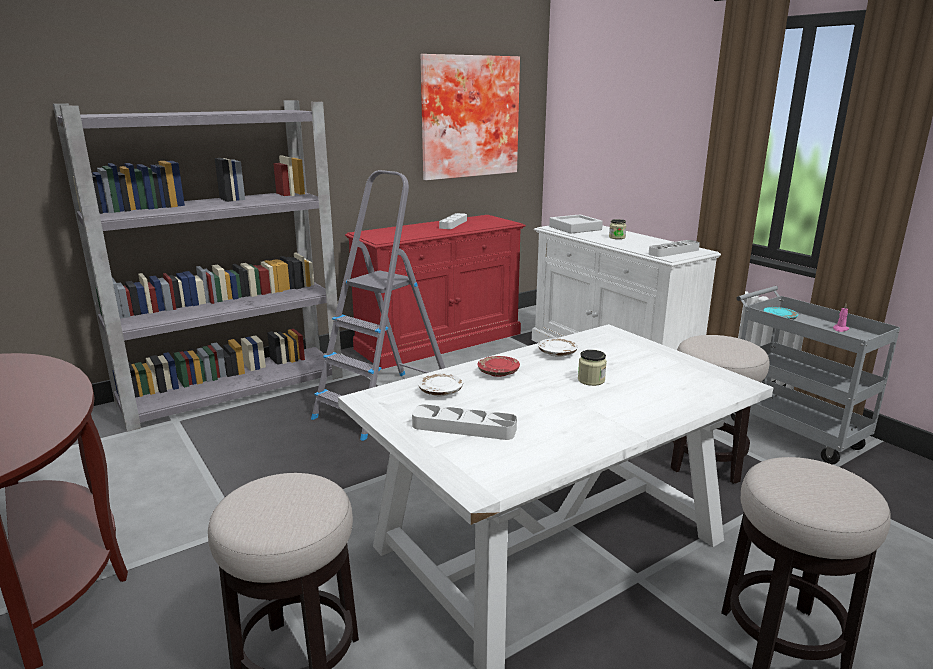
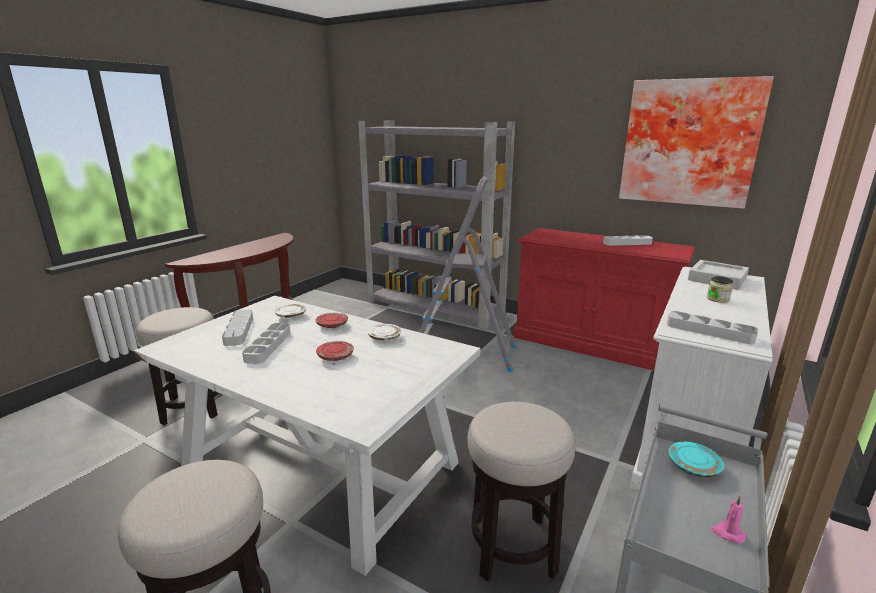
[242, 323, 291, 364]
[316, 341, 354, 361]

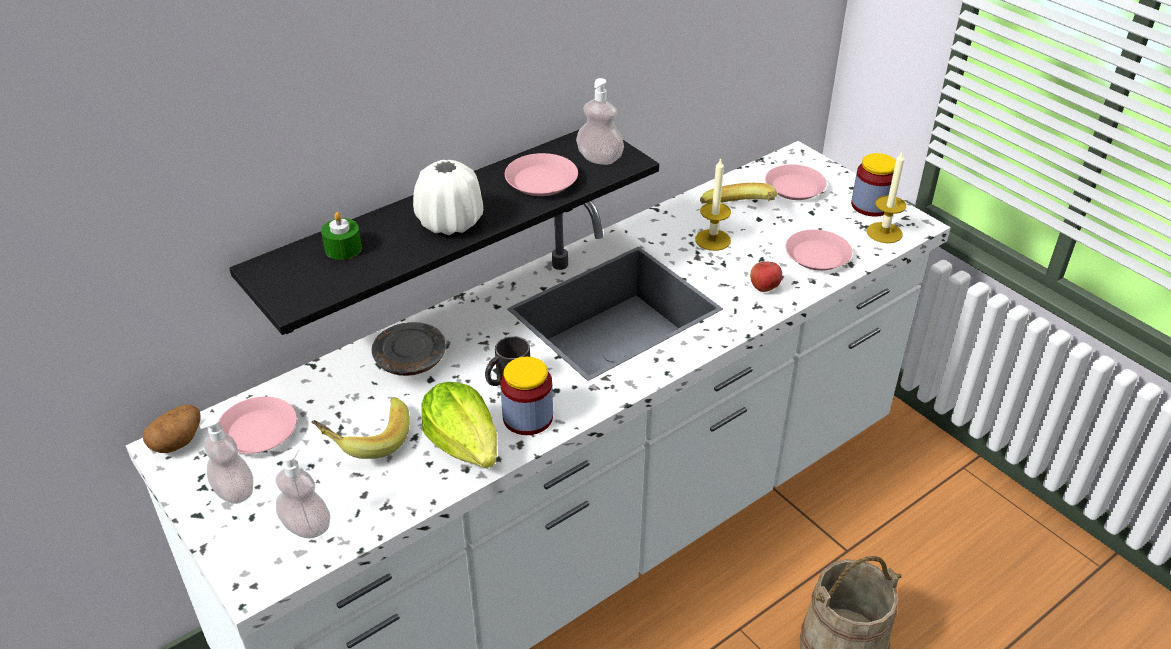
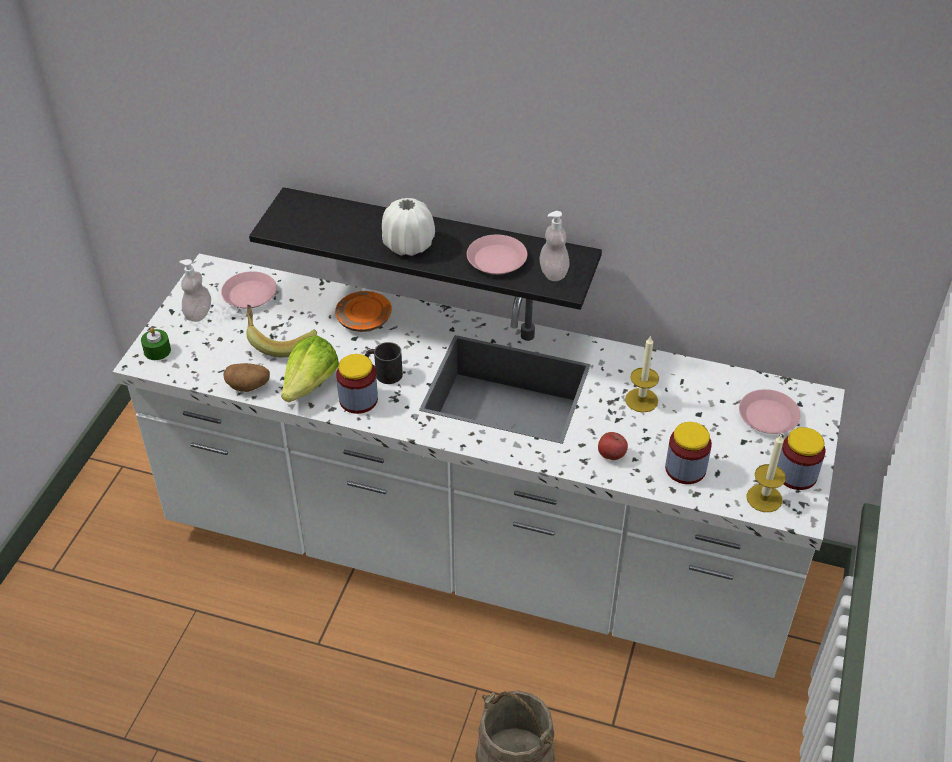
[141, 328, 171, 360]
[223, 363, 270, 392]
[335, 291, 392, 332]
[665, 422, 712, 484]
[276, 448, 330, 539] (first image)
[700, 183, 777, 204] (first image)

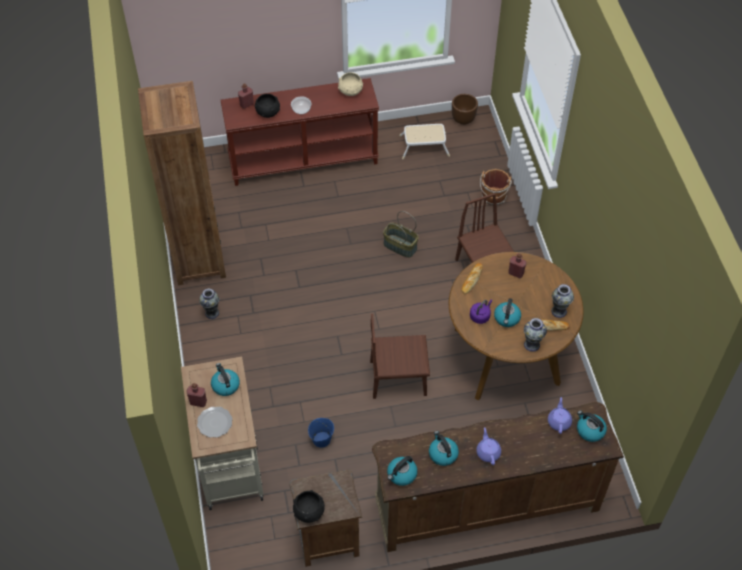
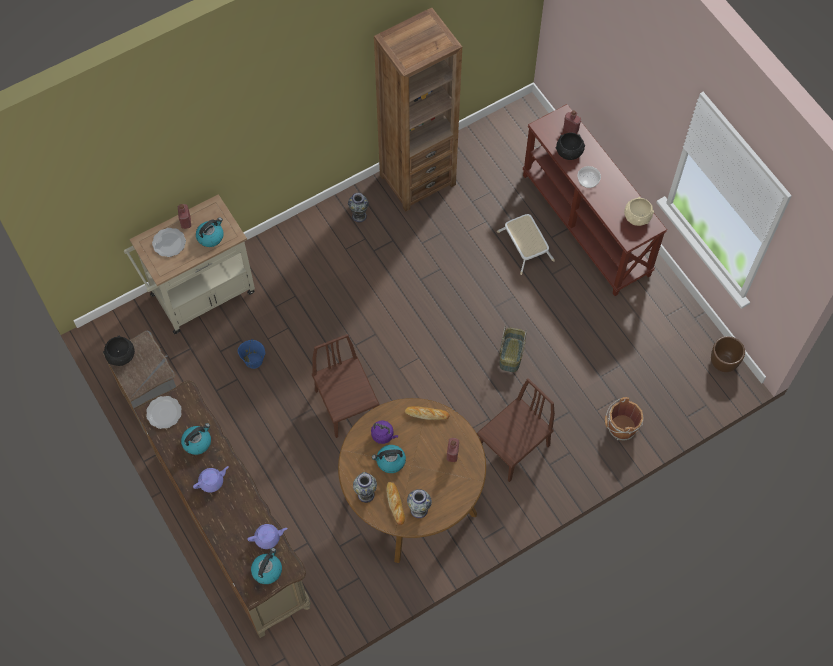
[146, 396, 182, 429]
[497, 214, 555, 275]

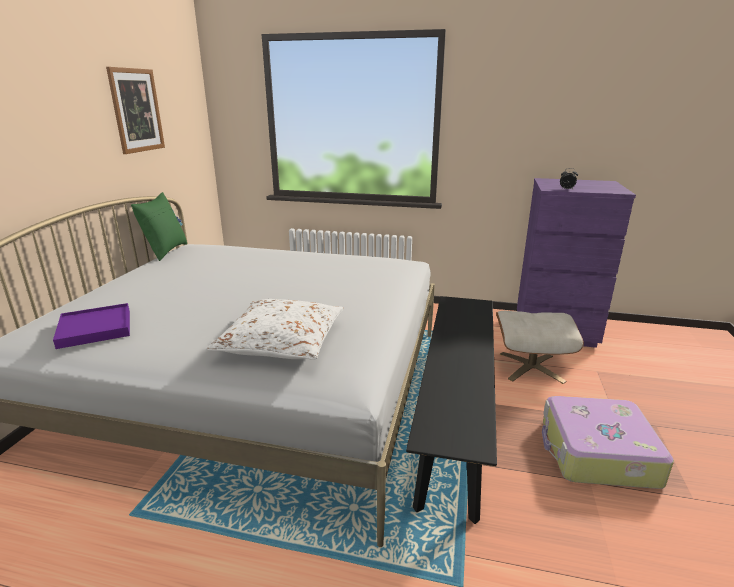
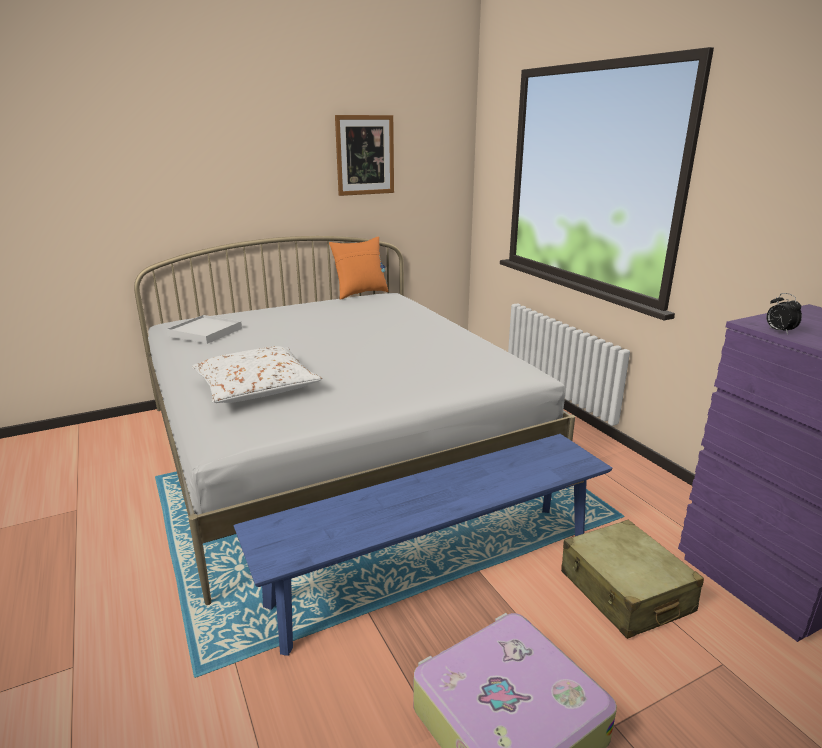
[166, 315, 242, 344]
[234, 434, 612, 656]
[329, 236, 389, 300]
[561, 520, 704, 639]

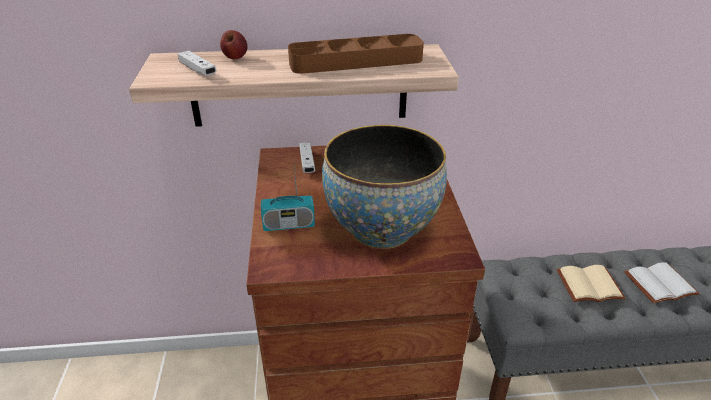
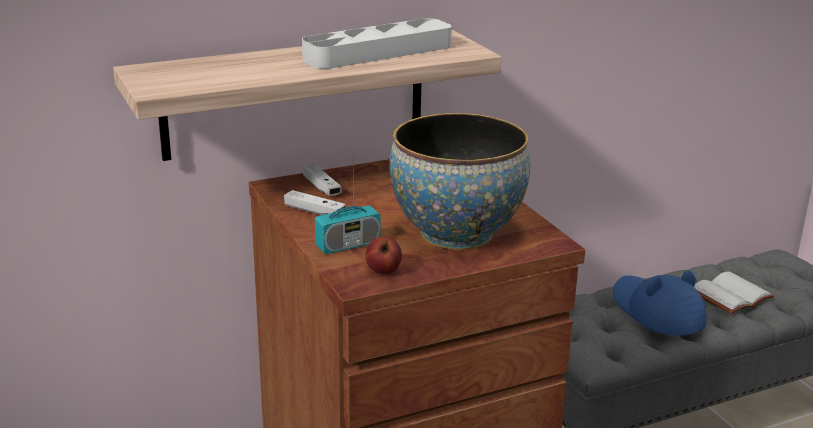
[284, 190, 346, 215]
[302, 18, 452, 69]
[365, 236, 402, 274]
[613, 270, 707, 336]

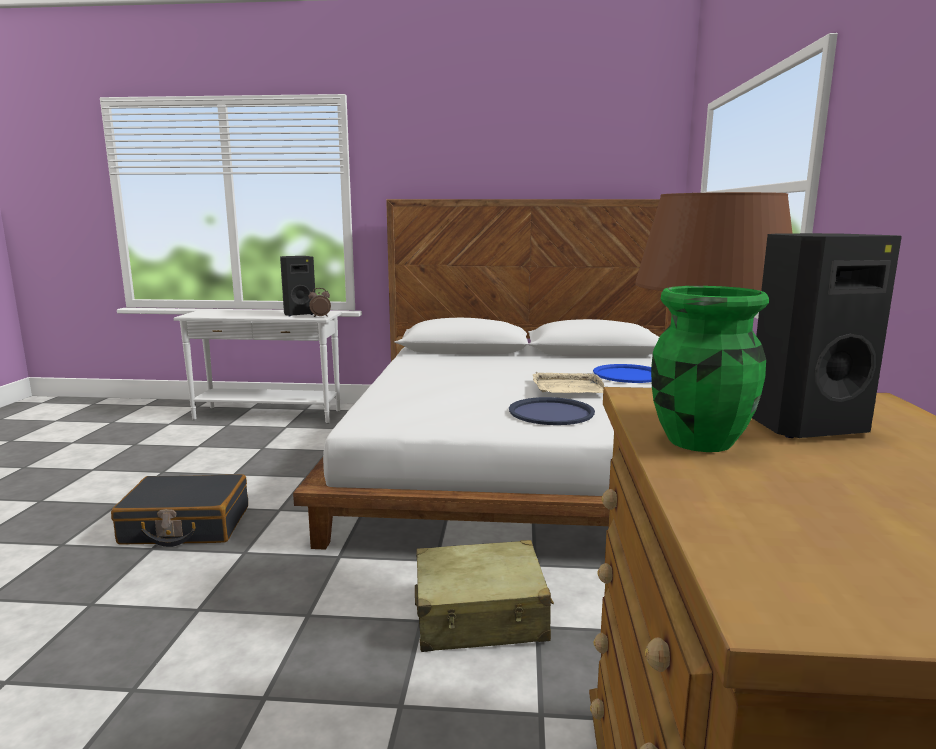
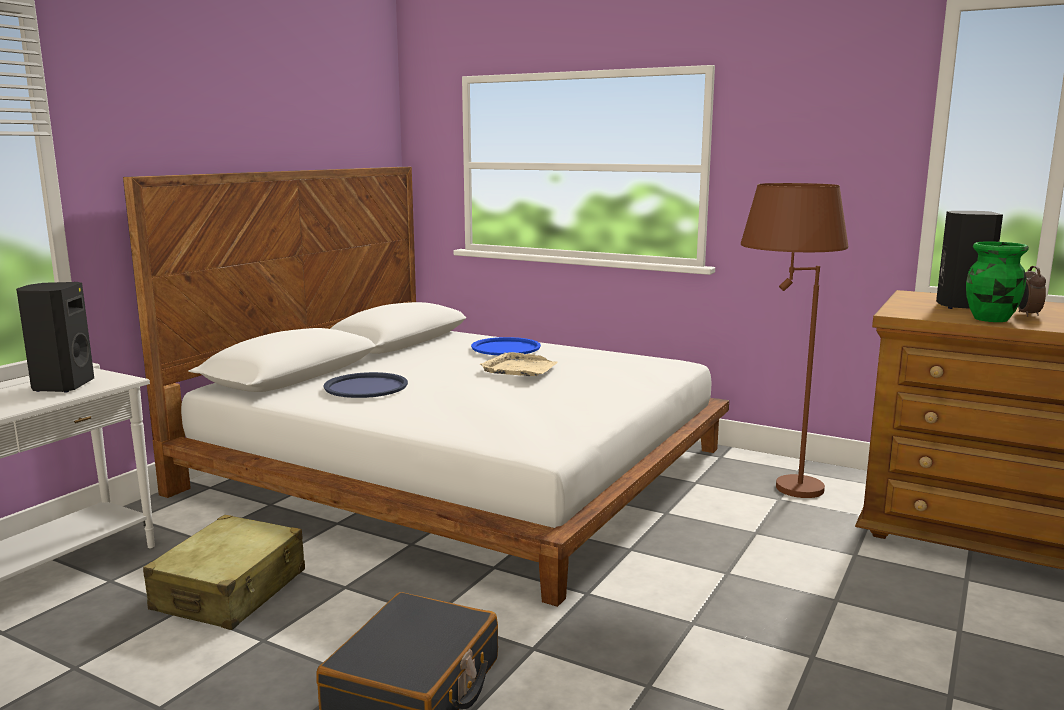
[143, 515, 305, 630]
[324, 372, 408, 398]
[1018, 266, 1046, 317]

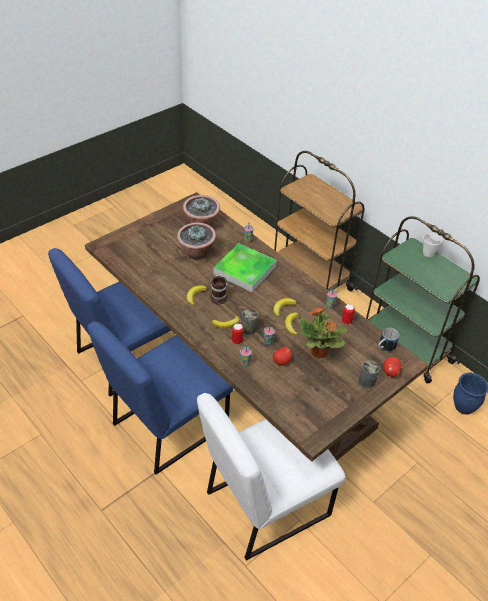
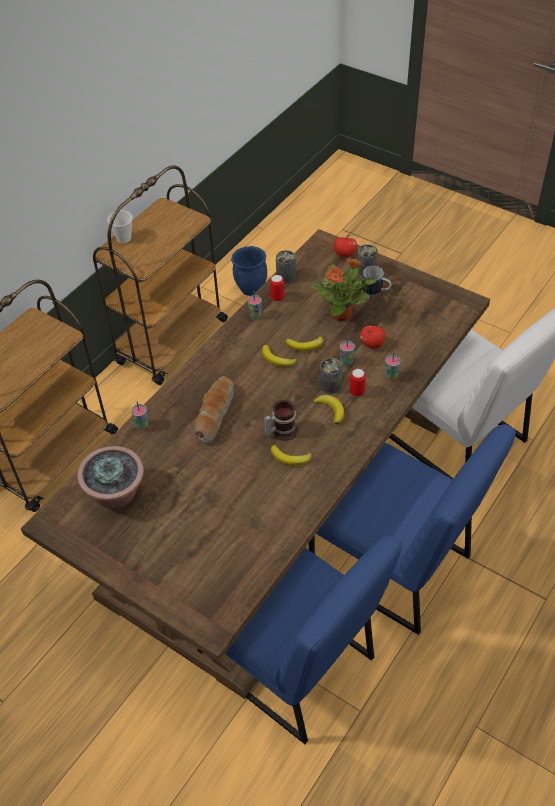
[93, 165, 228, 385]
[194, 376, 234, 445]
[276, 250, 296, 284]
[362, 266, 391, 296]
[177, 223, 216, 260] (first image)

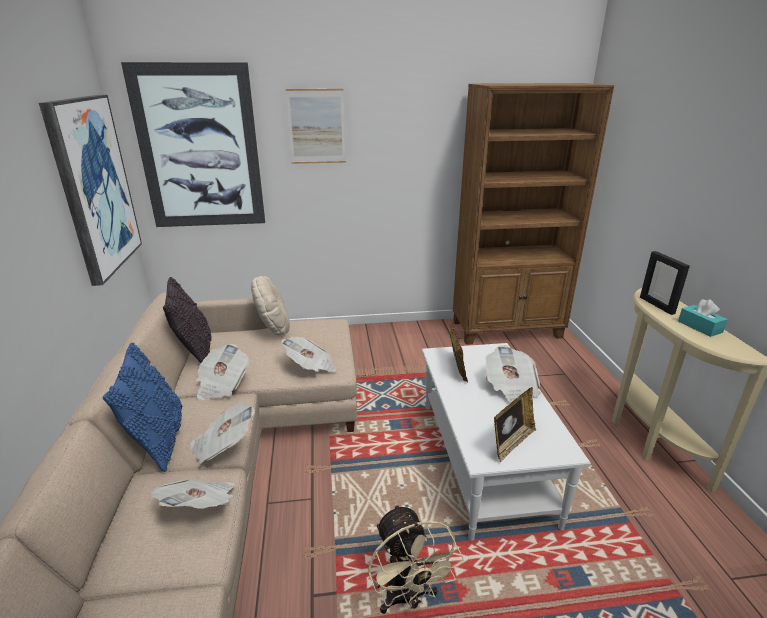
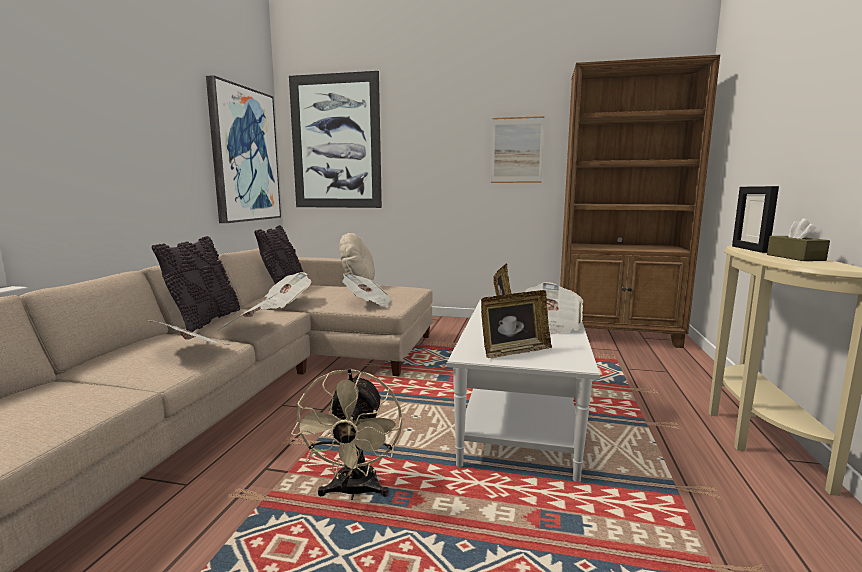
[152, 236, 240, 332]
[491, 116, 544, 183]
[767, 218, 830, 261]

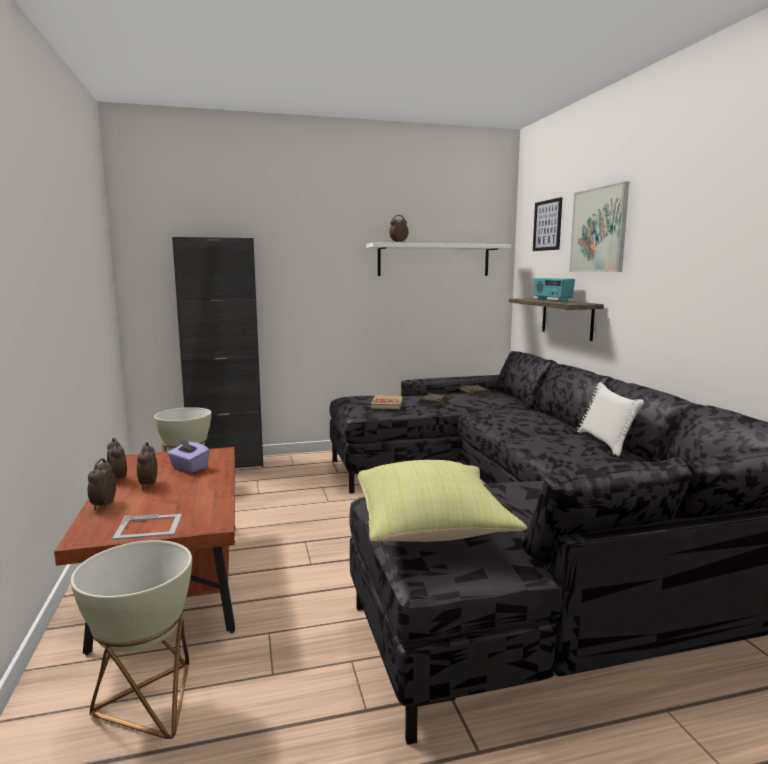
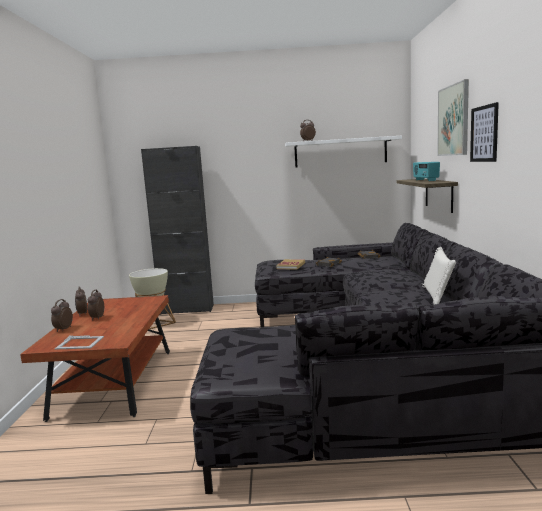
[470, 102, 499, 162]
[70, 540, 192, 739] (first image)
[167, 438, 210, 473] (first image)
[358, 460, 527, 542] (first image)

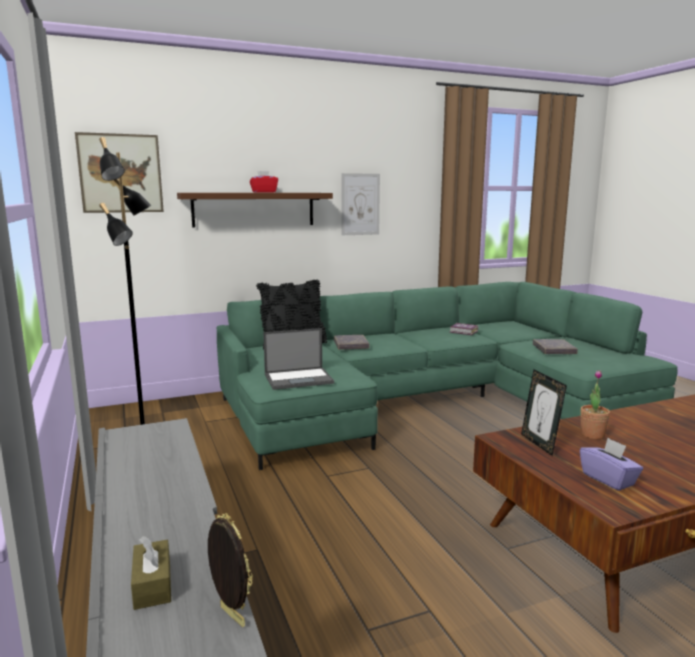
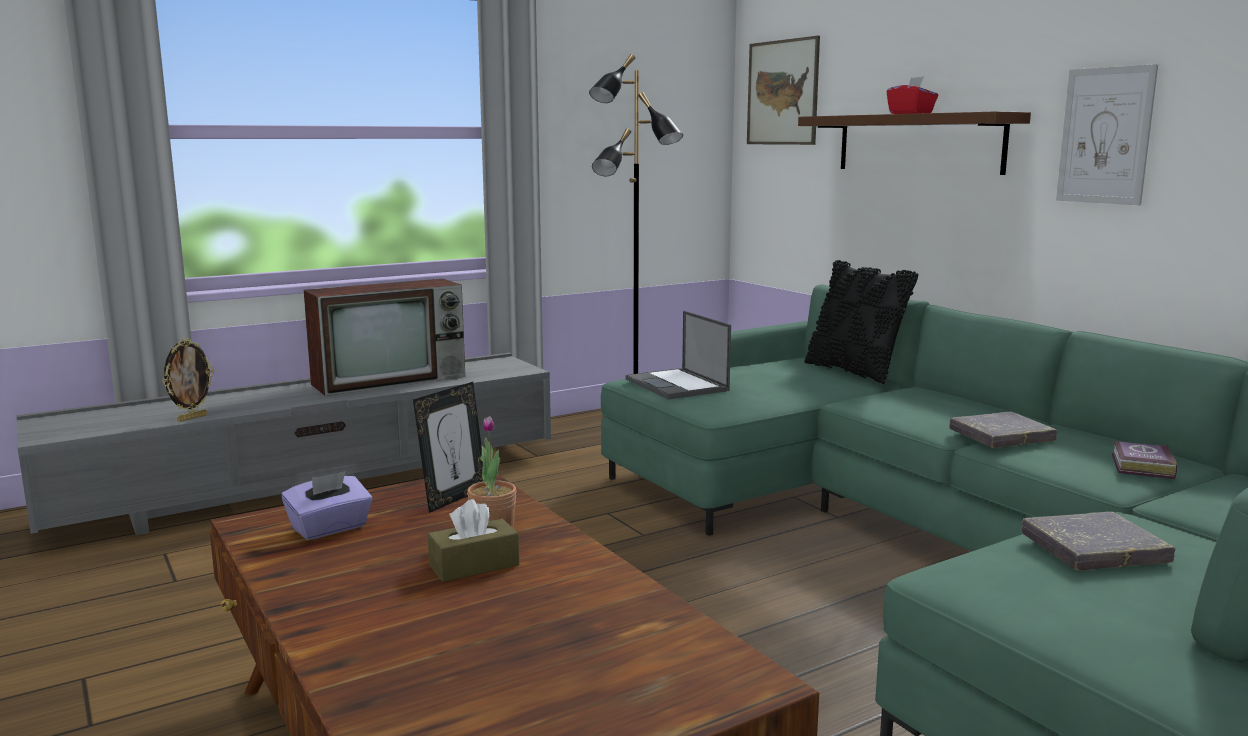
[304, 279, 465, 396]
[413, 382, 483, 513]
[428, 499, 519, 582]
[949, 412, 1057, 448]

